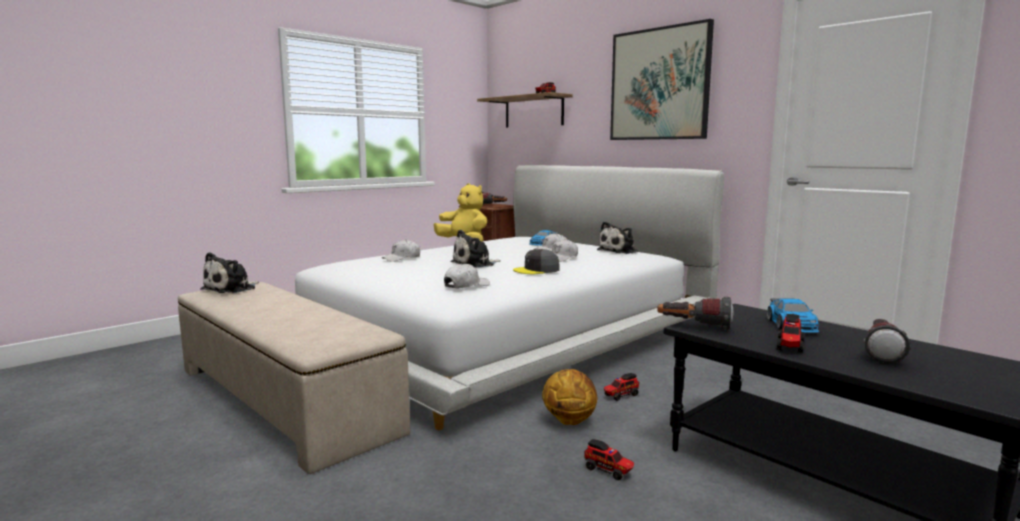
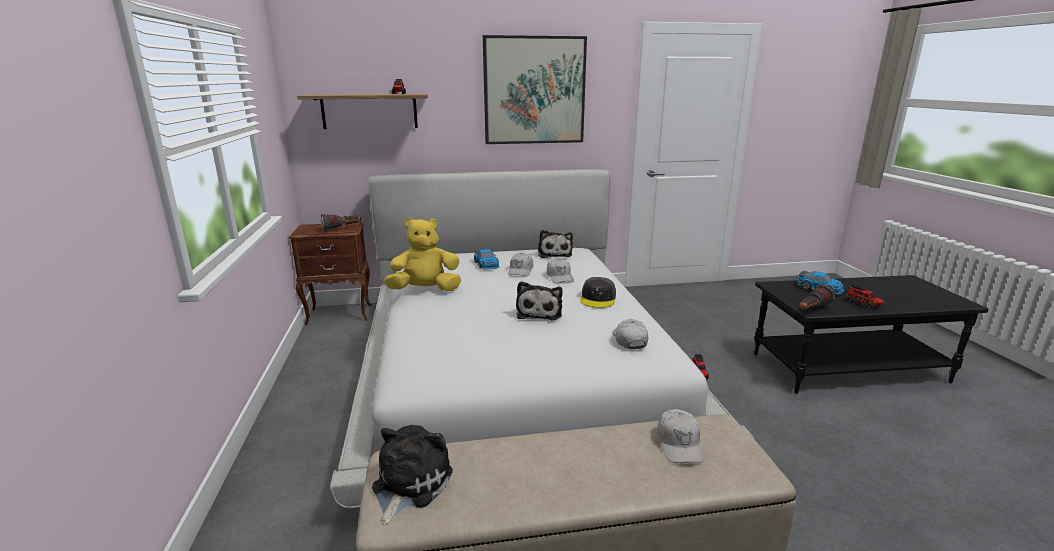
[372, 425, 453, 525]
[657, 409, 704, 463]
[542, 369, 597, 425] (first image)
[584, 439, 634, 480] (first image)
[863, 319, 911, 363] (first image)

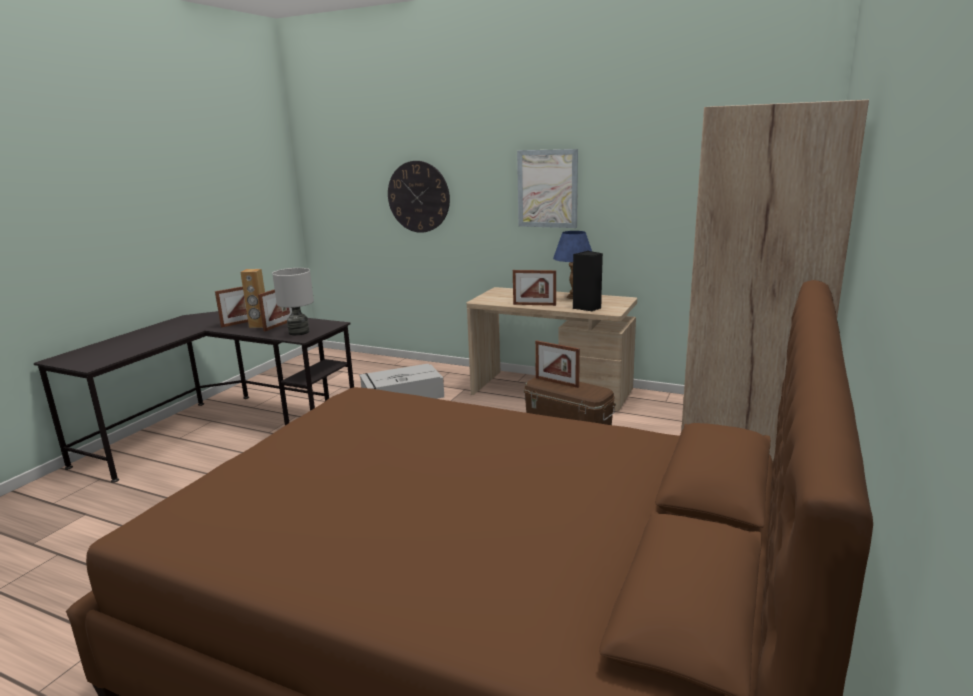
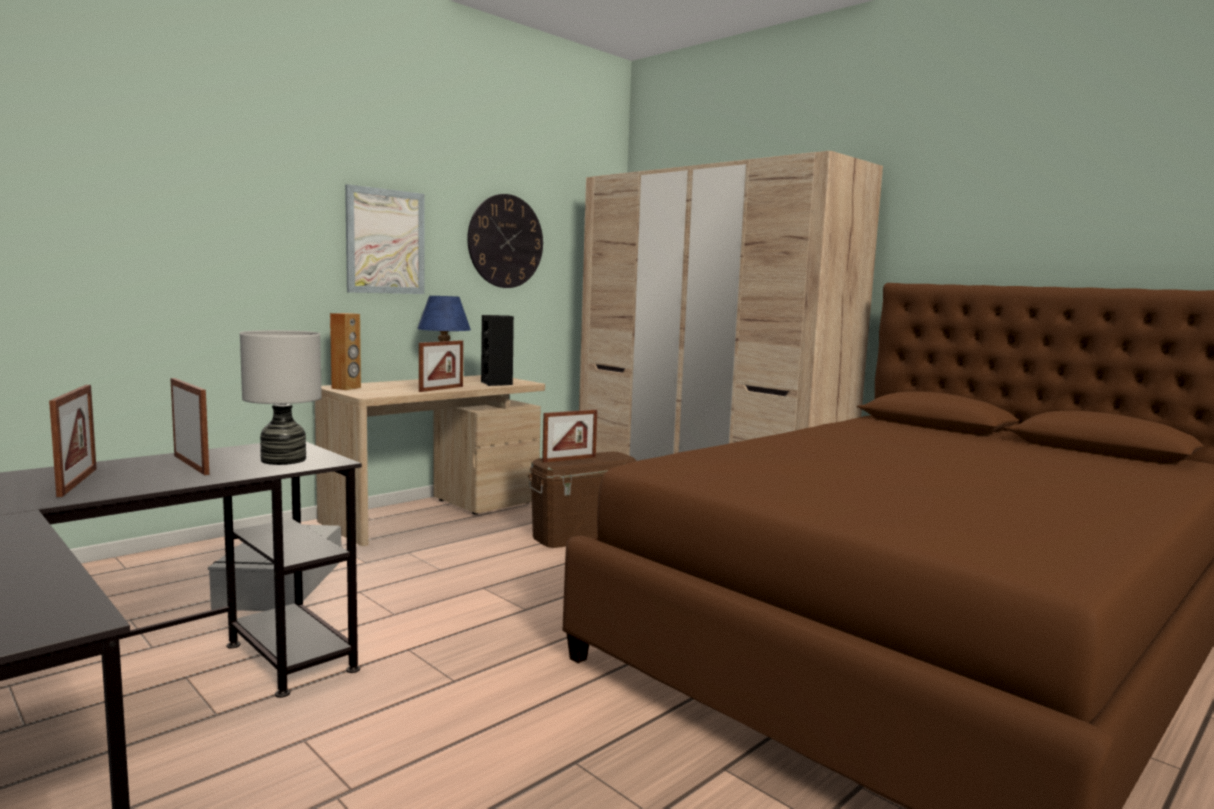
[330, 313, 361, 390]
[467, 194, 543, 288]

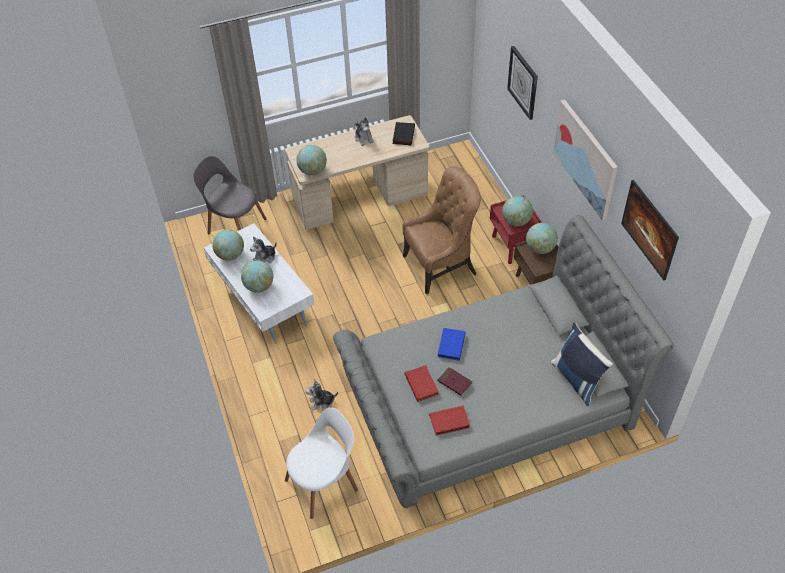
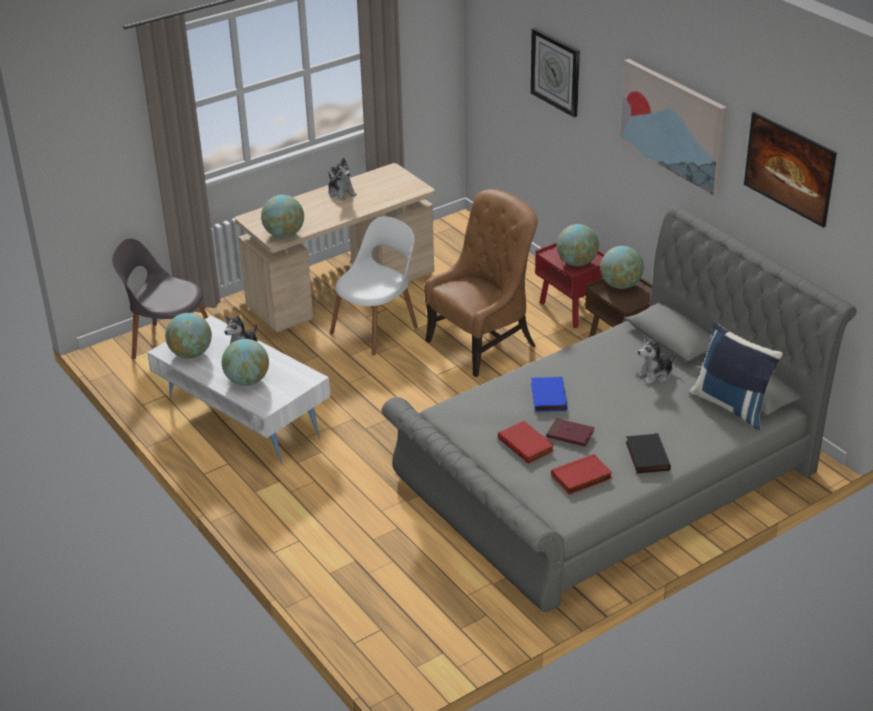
[330, 216, 418, 355]
[626, 433, 671, 473]
[636, 335, 677, 384]

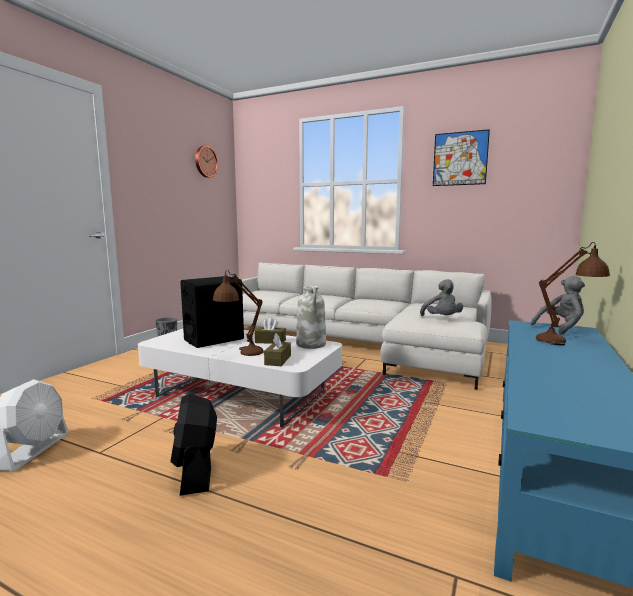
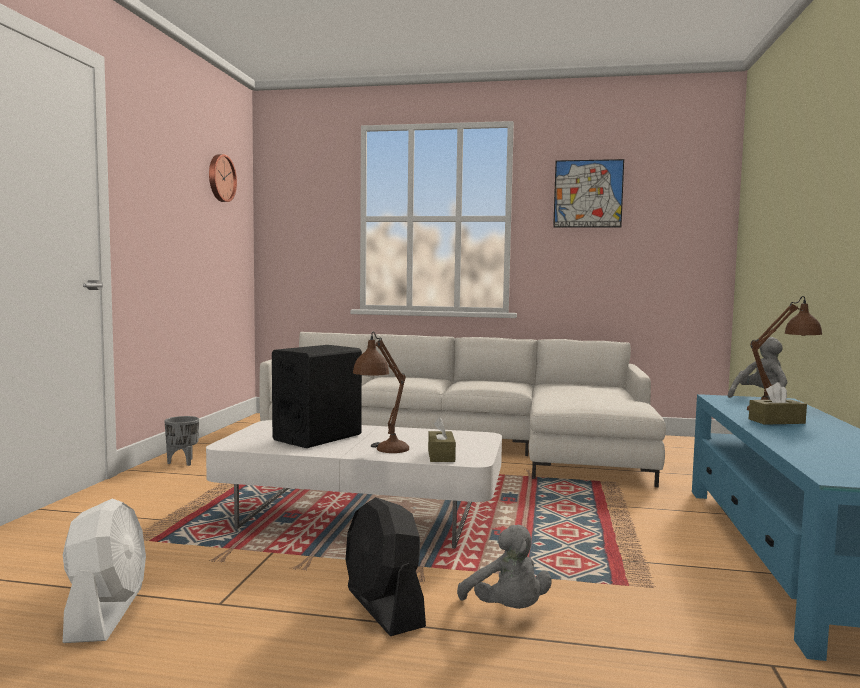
[457, 525, 552, 609]
[749, 382, 807, 425]
[296, 286, 326, 349] (first image)

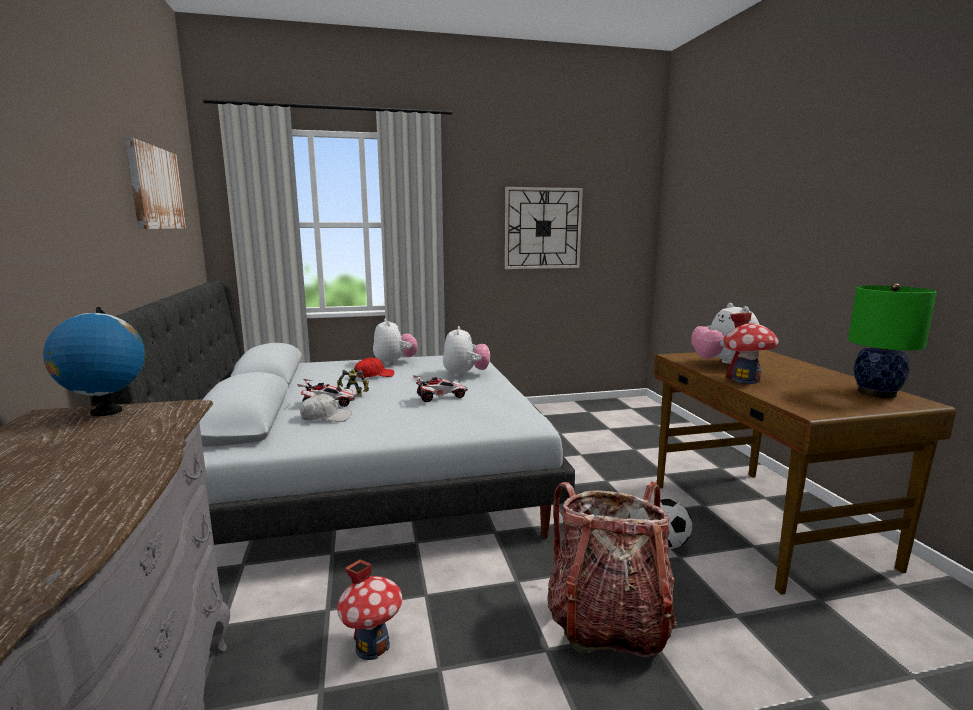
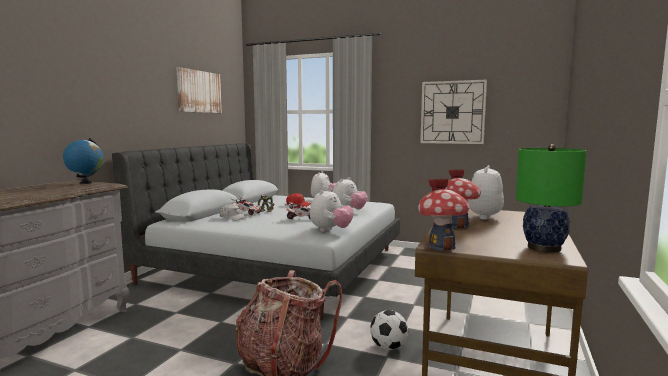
[310, 188, 354, 232]
[418, 179, 470, 251]

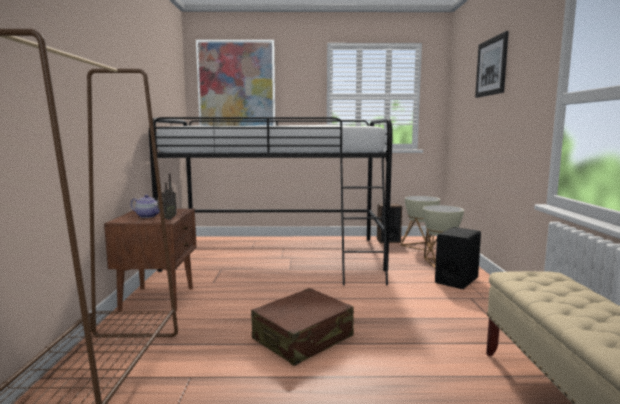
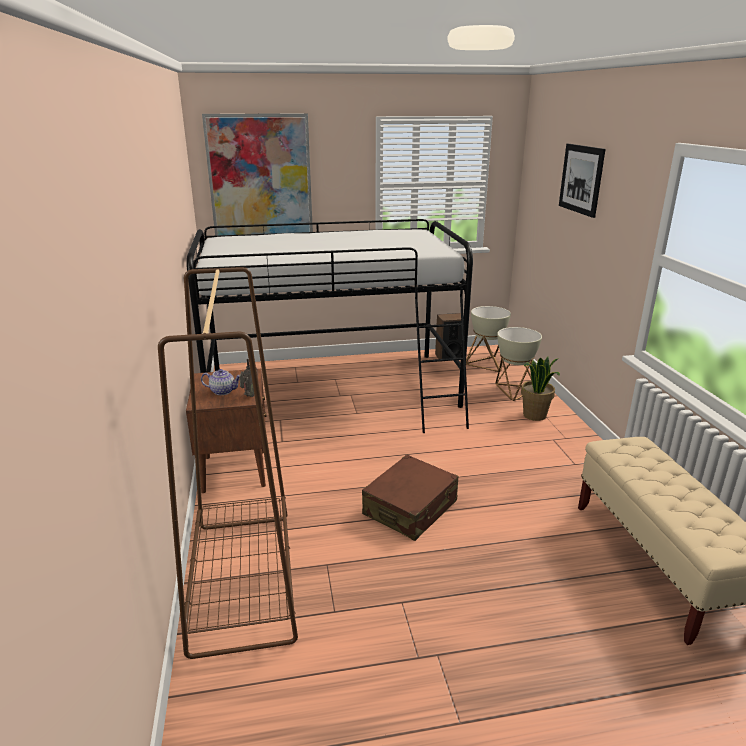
[521, 357, 560, 421]

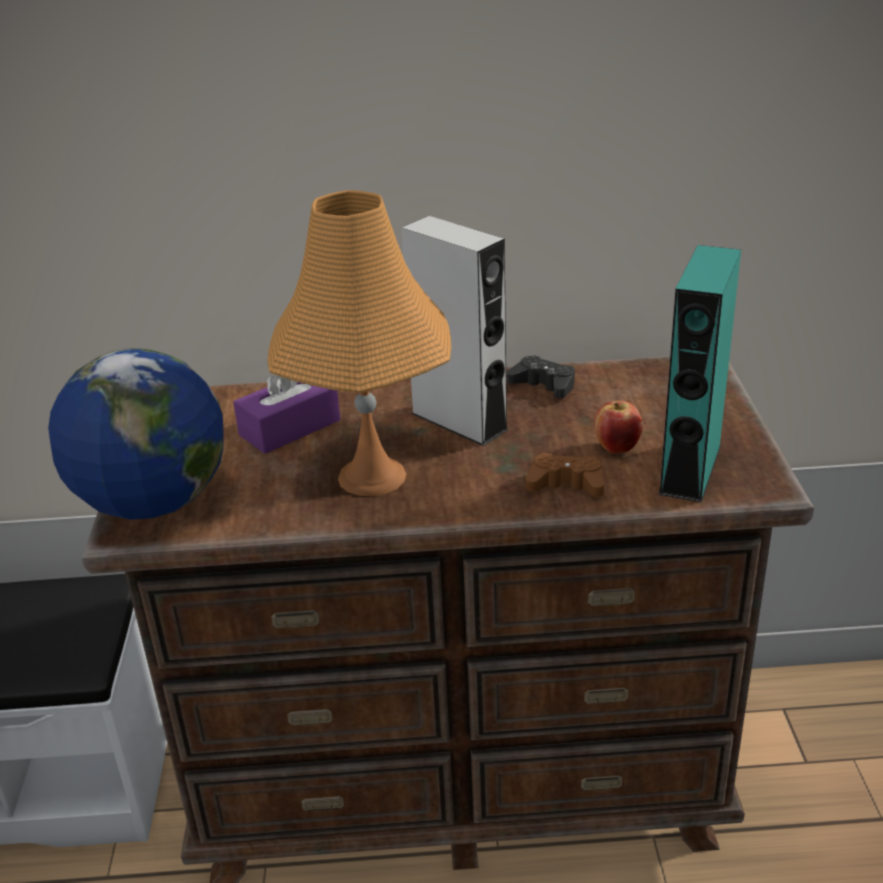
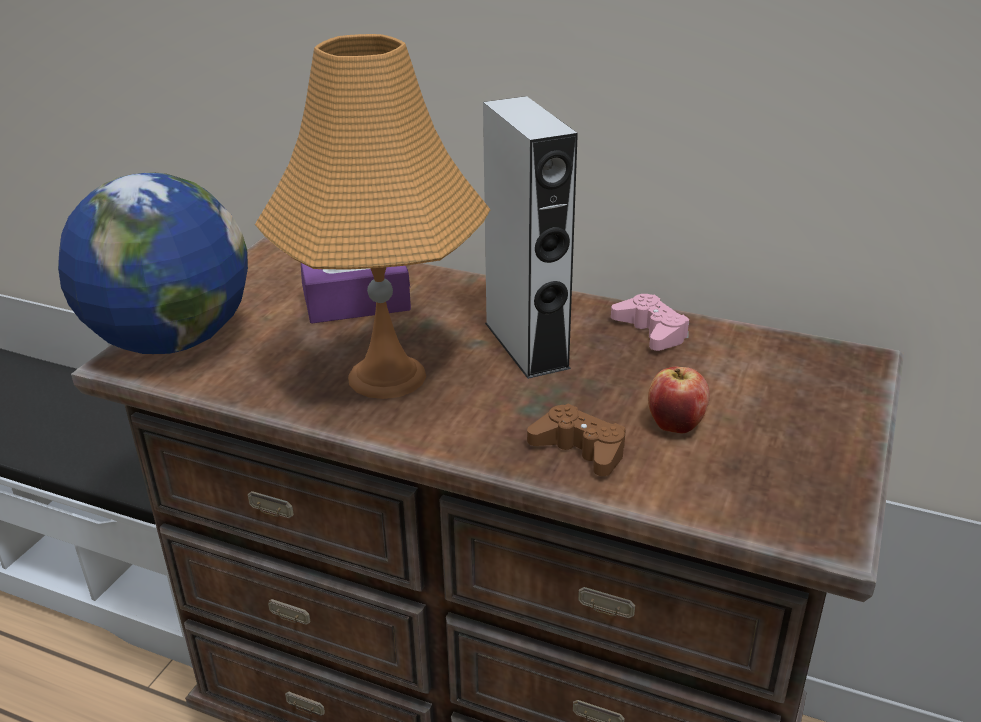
[611, 294, 689, 351]
[658, 245, 741, 503] (first image)

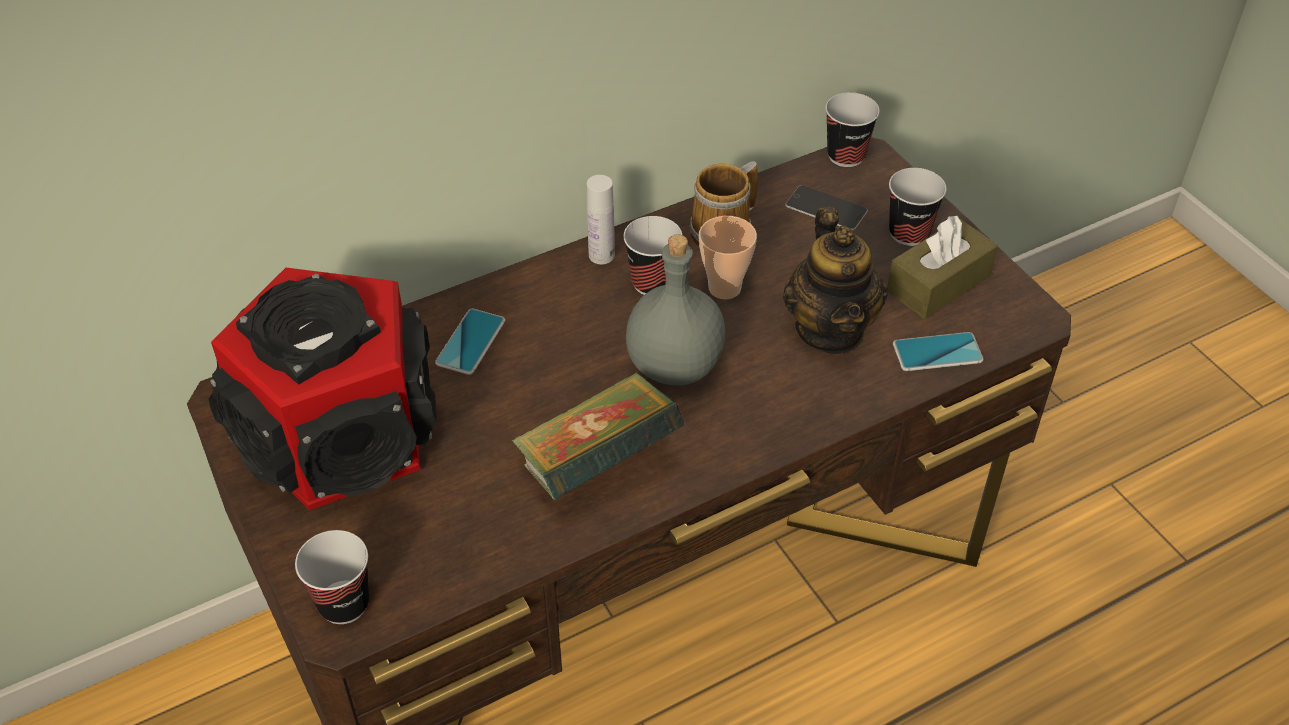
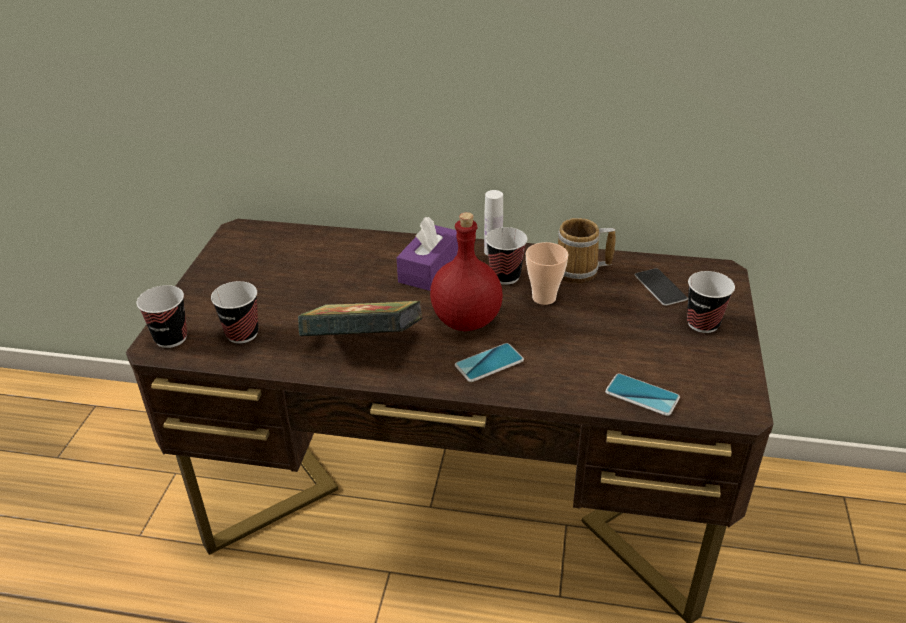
[211, 281, 258, 344]
[396, 217, 458, 291]
[430, 212, 503, 331]
[455, 343, 524, 382]
[209, 268, 437, 510] (first image)
[783, 207, 888, 354] (first image)
[887, 215, 998, 319] (first image)

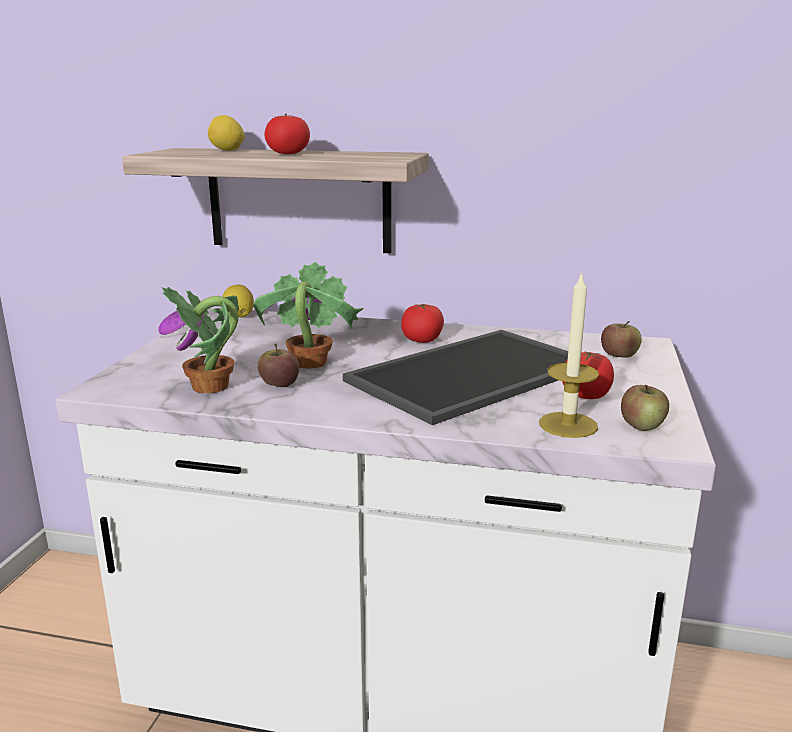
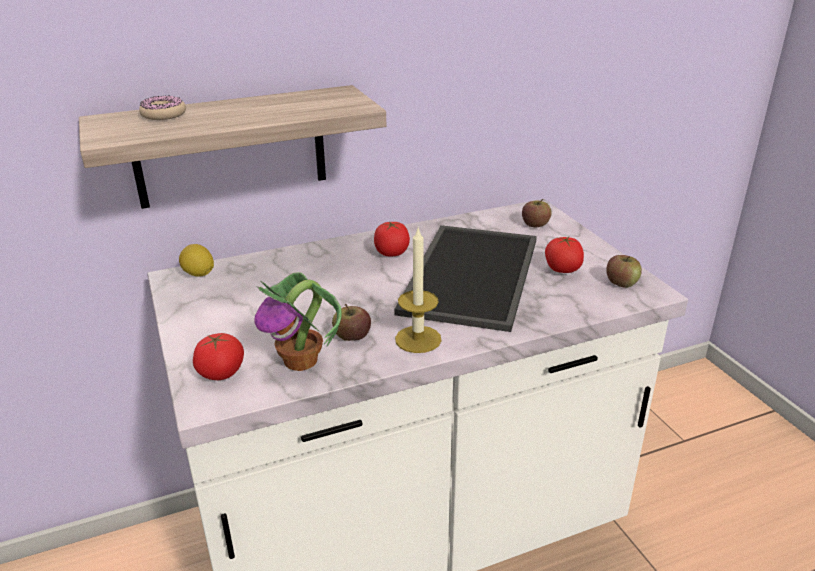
[139, 96, 186, 120]
[193, 333, 244, 380]
[395, 226, 441, 353]
[253, 262, 364, 369] (first image)

